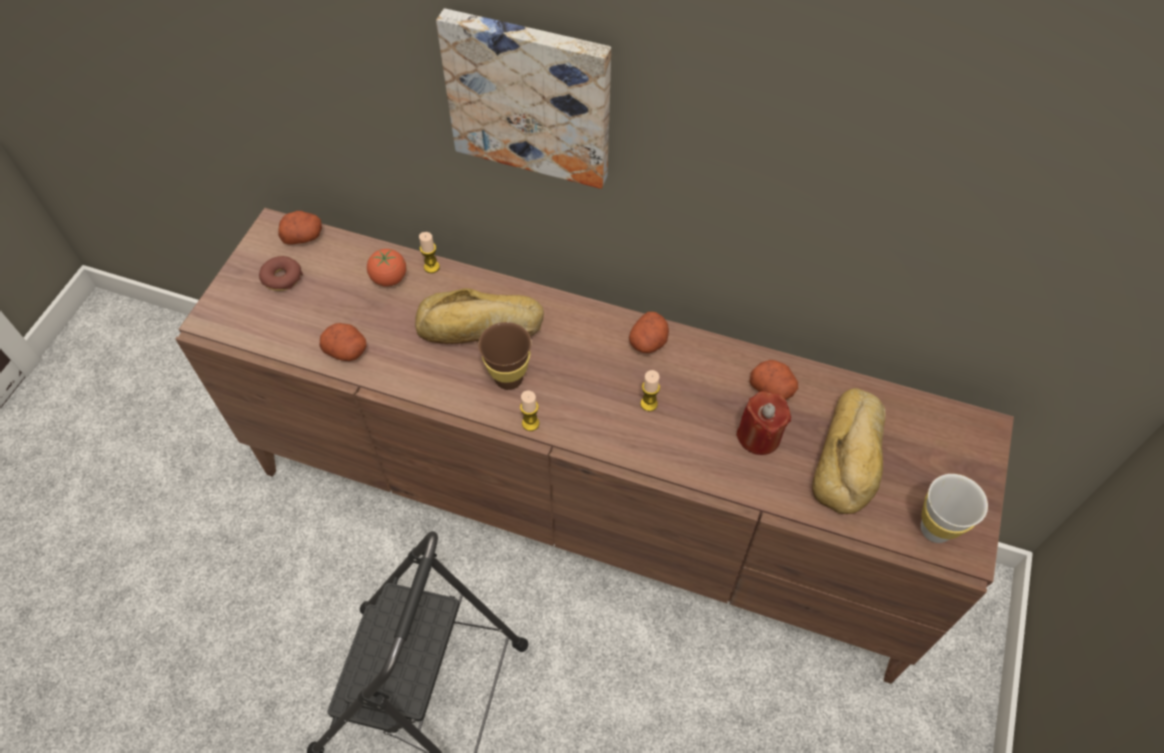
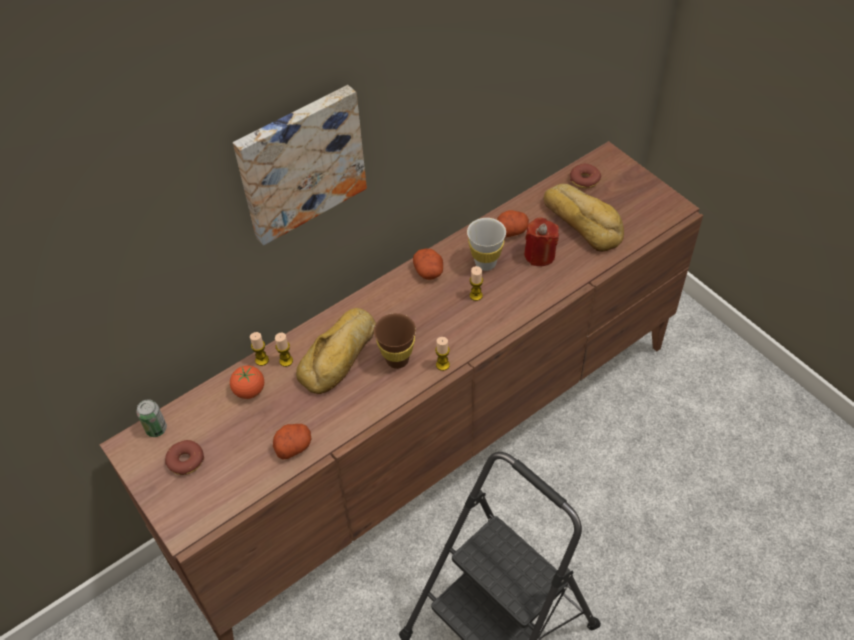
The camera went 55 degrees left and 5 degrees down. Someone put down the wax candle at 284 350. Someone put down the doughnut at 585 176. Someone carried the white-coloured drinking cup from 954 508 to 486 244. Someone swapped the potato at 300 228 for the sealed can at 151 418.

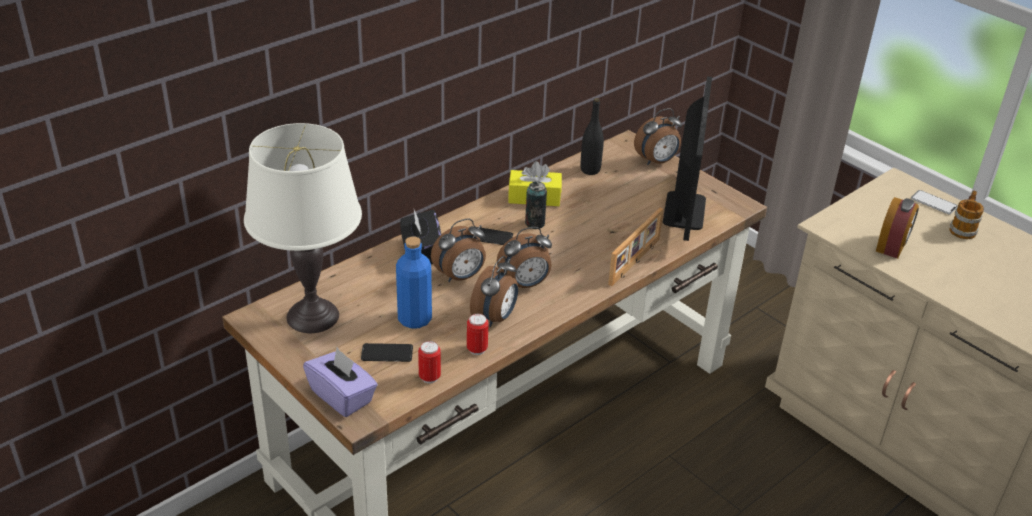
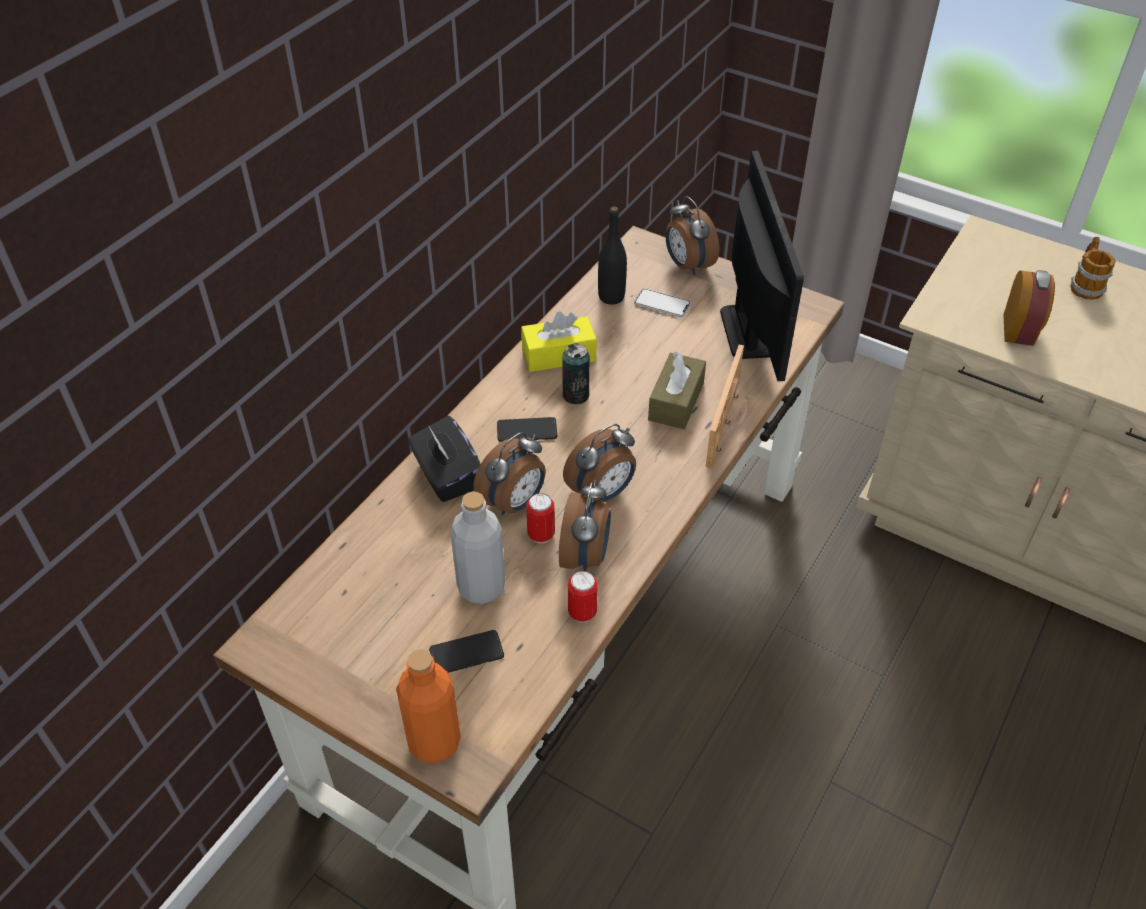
The camera went 15 degrees left and 10 degrees up. Someone took away the white-coloured lamp for a table at 303 228. Someone put down the brown box of tissues at 677 390. Someone carried the sealed can from 429 362 to 540 518. Someone carried the phone from 934 202 to 662 303. Someone swapped the purple box of tissues at 340 382 for the orangey drink bottle at 428 706. Someone repainted the bluish drink bottle at 414 283, which became the greyish drink bottle at 477 547. Someone rotated the alarm clock at 658 136 by 105 degrees clockwise.

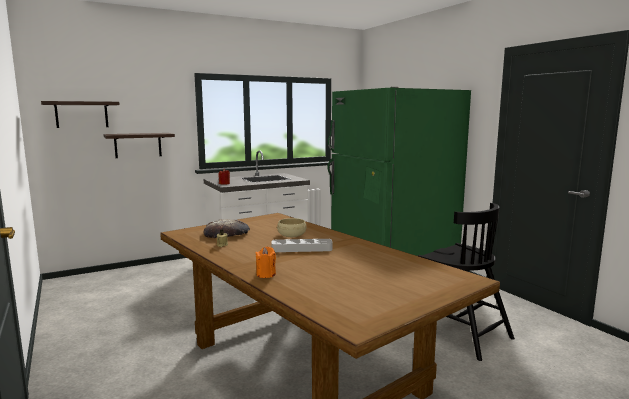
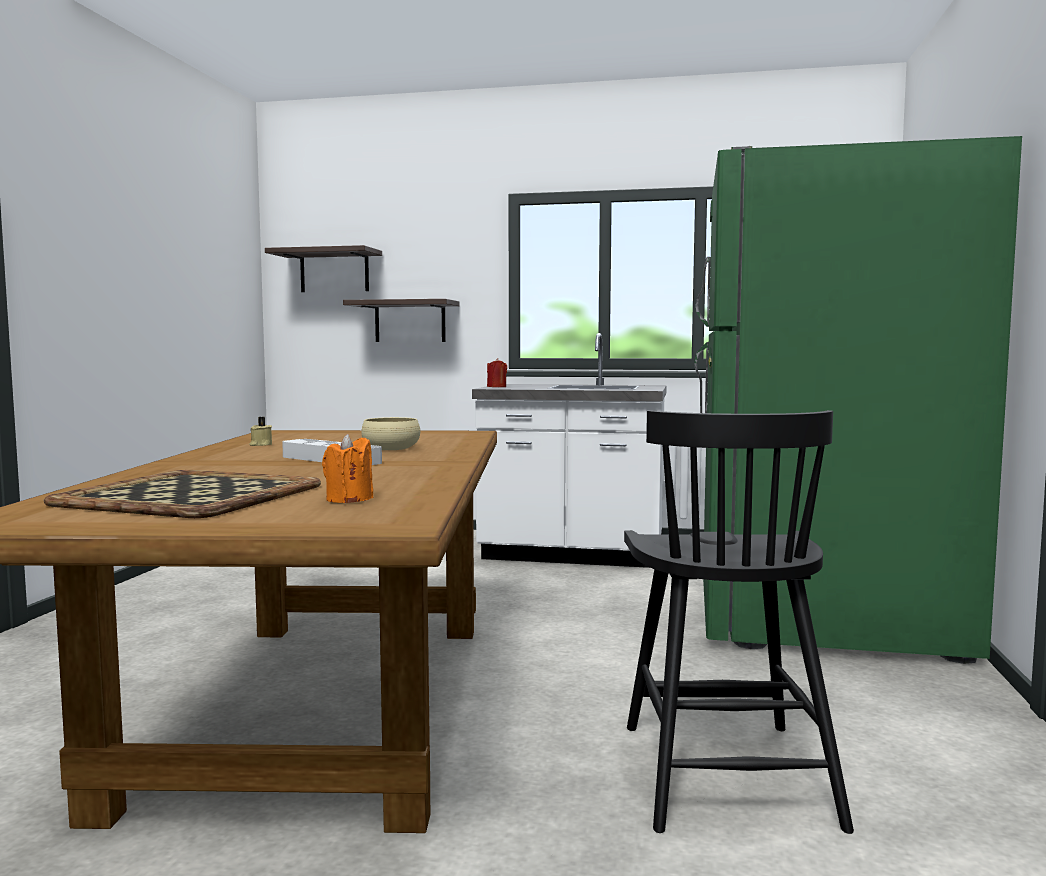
The camera went 40 degrees right and 5 degrees down. Someone took away the baked bread at 227 228. Someone put down the carrying tray at 182 494. Someone carried the orangey wax candle from 265 262 to 347 468.

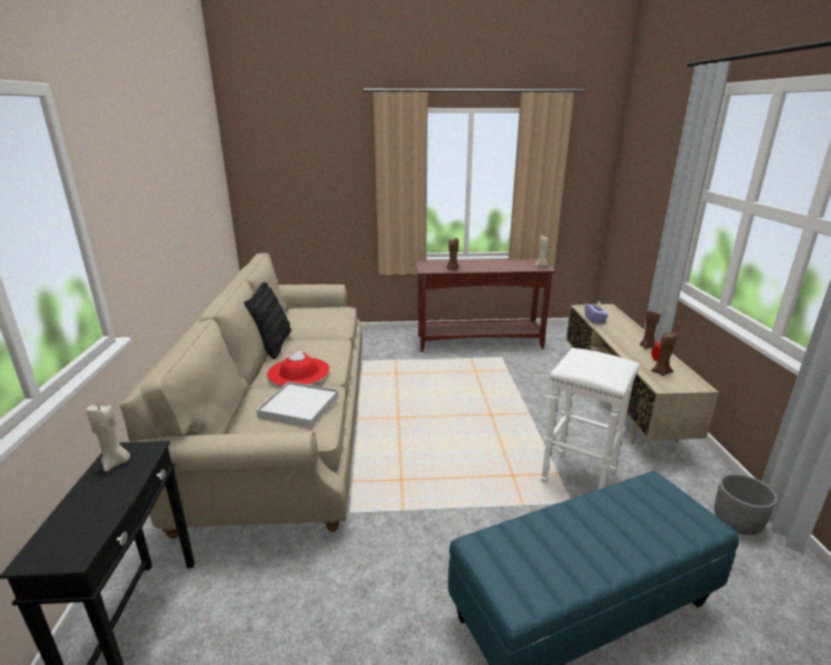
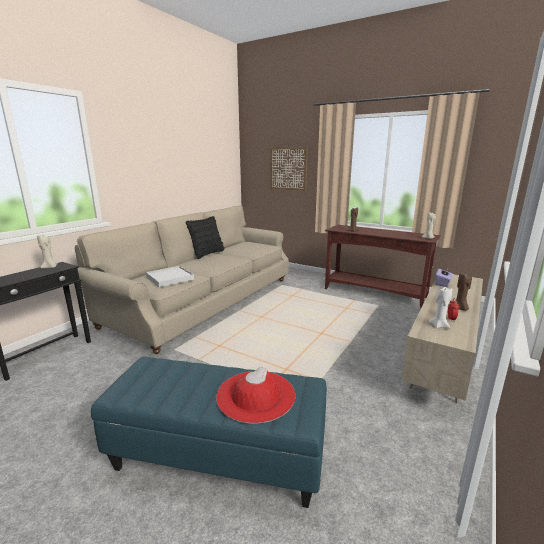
The camera went 35 degrees right and 5 degrees down. Someone took away the white-coloured sitting stool at 590 418. Someone took away the greyish flower pot at 745 504. Someone put up the wall art at 289 168. Someone carried the red clothing hat from 298 368 to 255 395. Someone repainted the brown wax candle at 664 354, which became the white-coloured wax candle at 440 307.

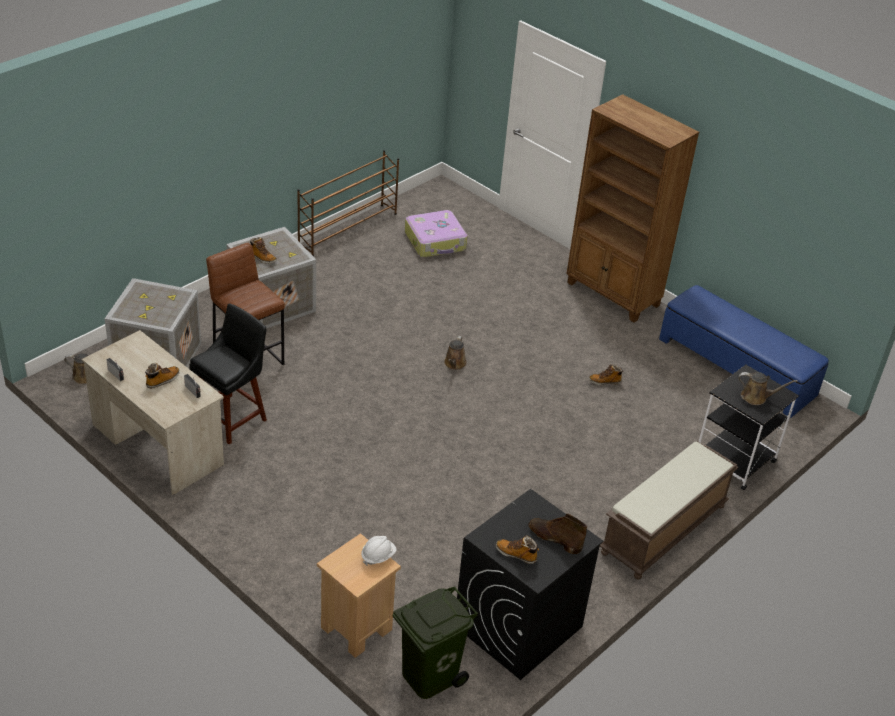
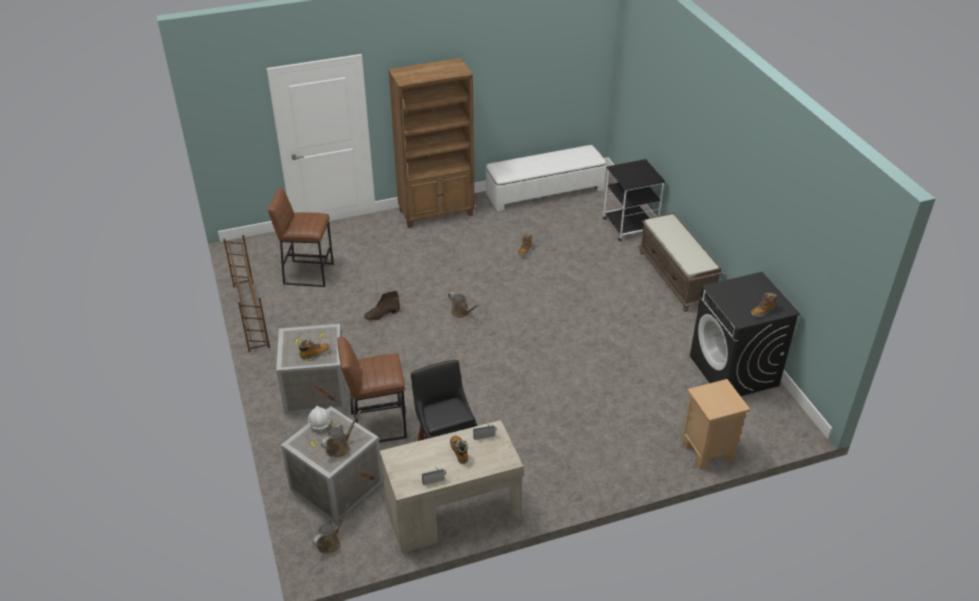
The camera went 60 degrees left and 0 degrees up. Someone took away the green rubbish bin at 435 642. Someone carried the white-coloured work helmet from 379 550 to 319 419. Someone carried the brown high-top boot from 558 533 to 382 305. Someone carried the brown watering can from 768 388 to 341 434. Someone swapped the travel case at 436 233 for the brown sitting stool at 301 237. Someone repainted the bluish bench at 744 351, which became the white-coloured bench at 546 178.

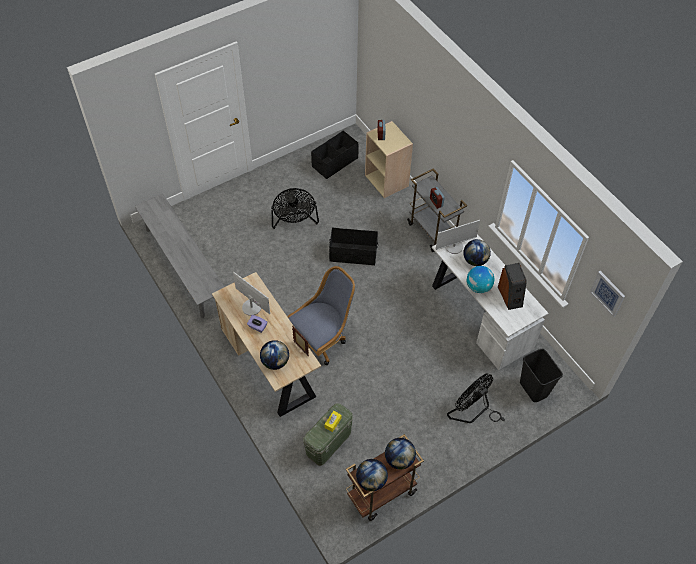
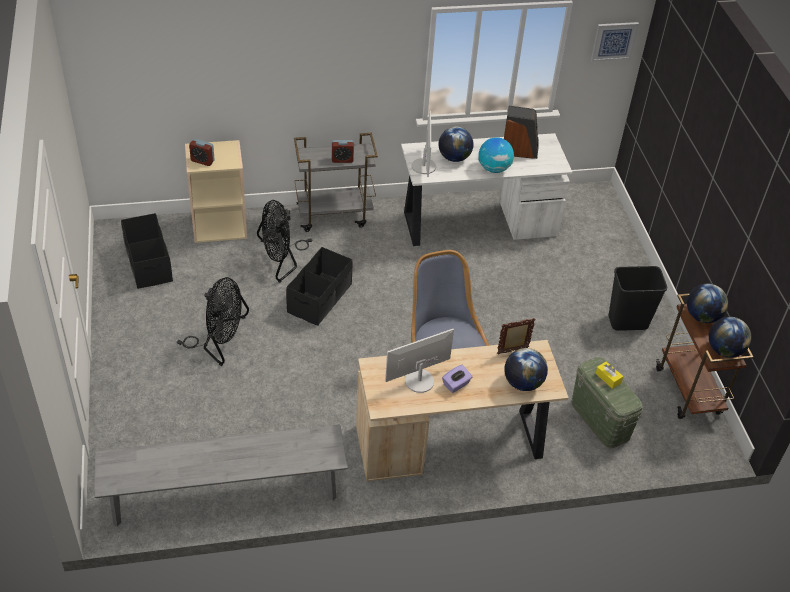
The camera went 70 degrees left and 10 degrees down. Someone carried the blackish cooling fan from 476 398 to 284 241. Someone carried the blackish rubbish bin from 541 375 to 637 298.

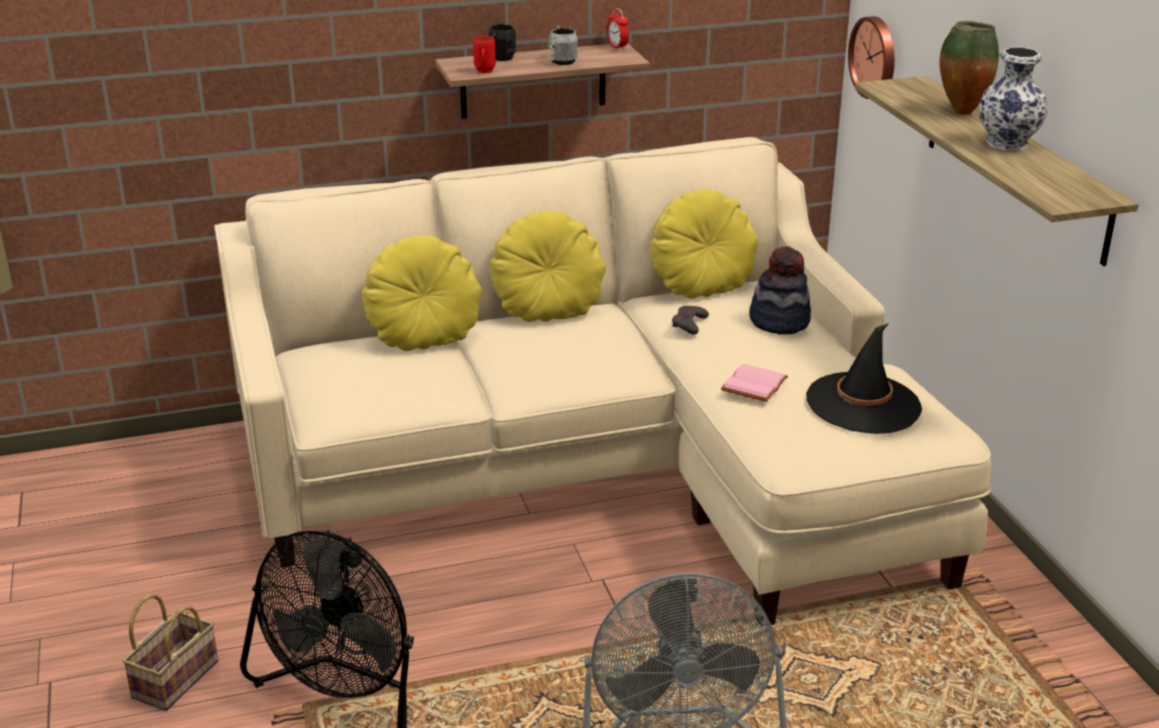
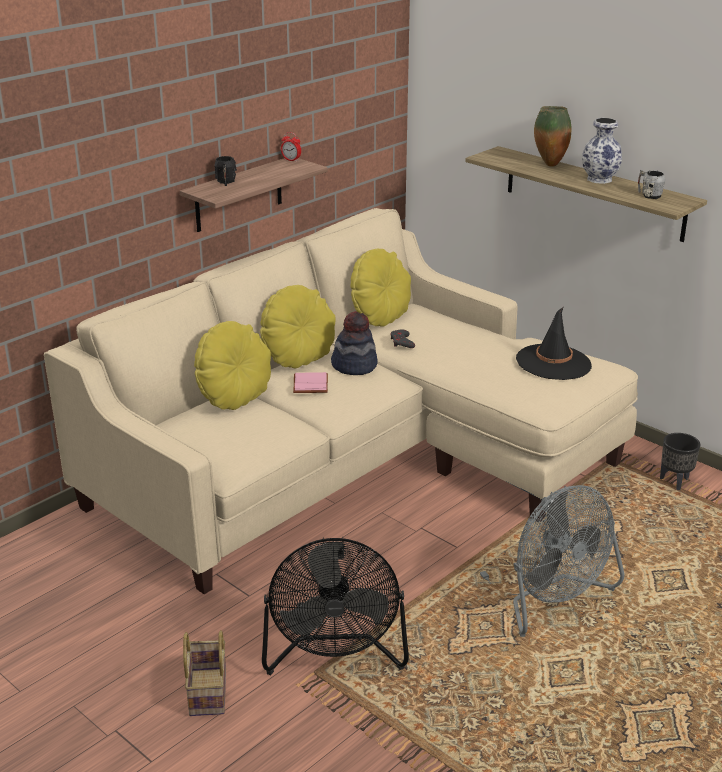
The camera went 30 degrees left and 0 degrees up. Someone took away the red coffee mug at 484 54. Someone took away the wall clock at 871 57. Someone put down the blackish flower pot at 680 461. Someone carried the greyish coffee mug from 563 45 to 651 184. Someone carried the pink-coloured book from 754 383 to 310 382. Someone carried the clothing hat from 780 290 to 354 343.

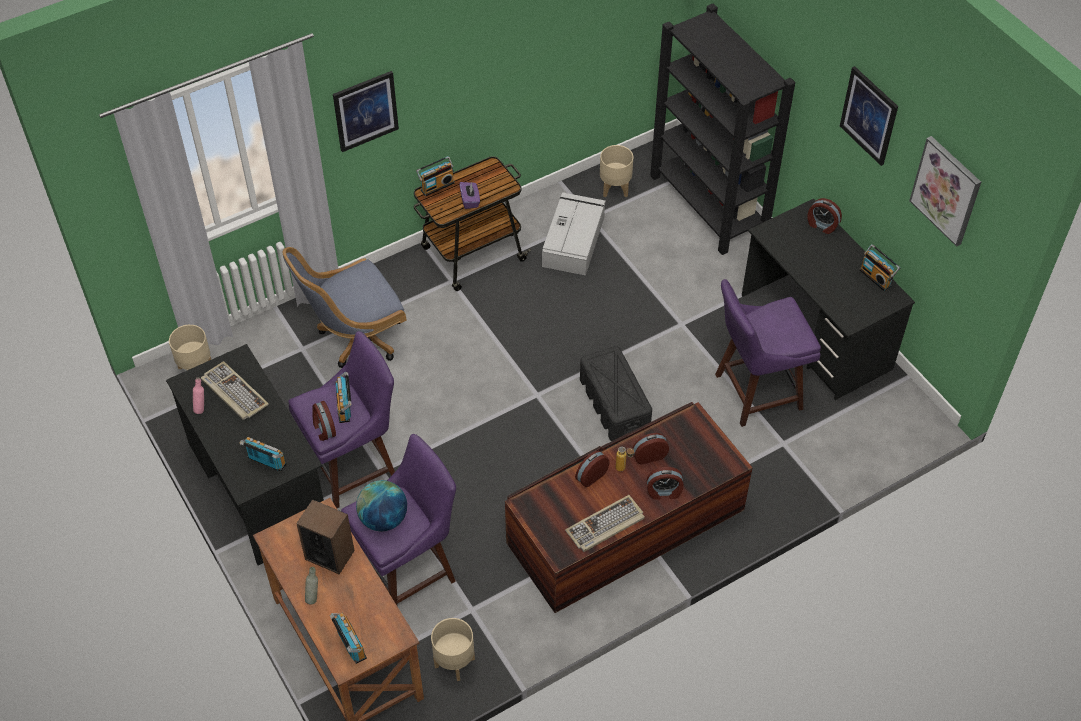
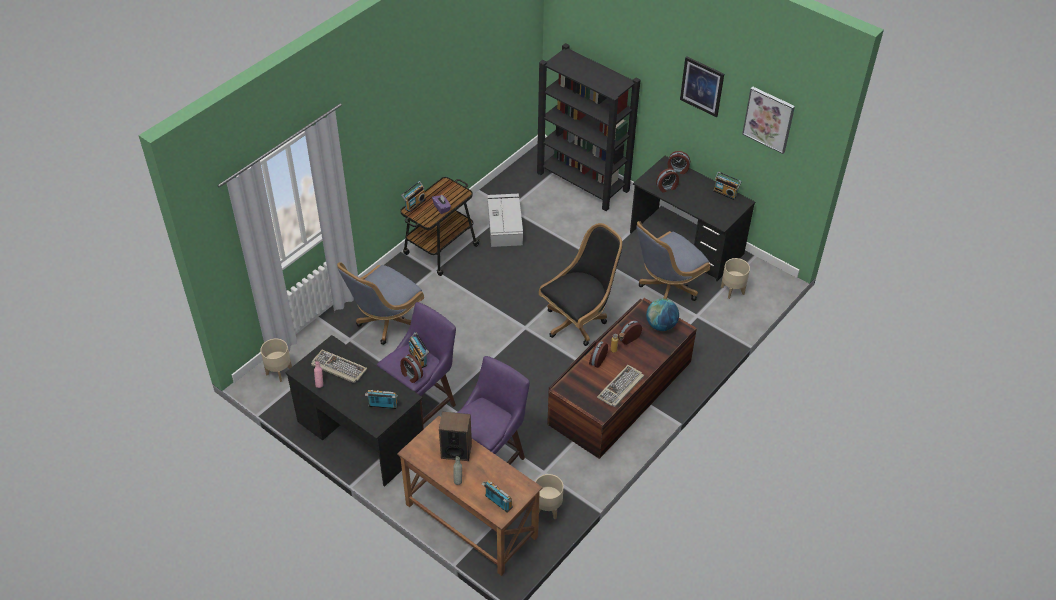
The camera went 20 degrees left and 5 degrees down. Someone took away the wall art at 366 111. Someone carried the world globe from 381 505 to 662 314. Someone carried the beige-coloured flower pot from 616 171 to 735 278. Someone carried the alarm clock from 665 483 to 667 180. Someone swapped the blackish storage box at 616 393 for the blackish computer chair at 580 284. Someone swapped the purple sitting stool at 768 353 for the bluish computer chair at 673 261.

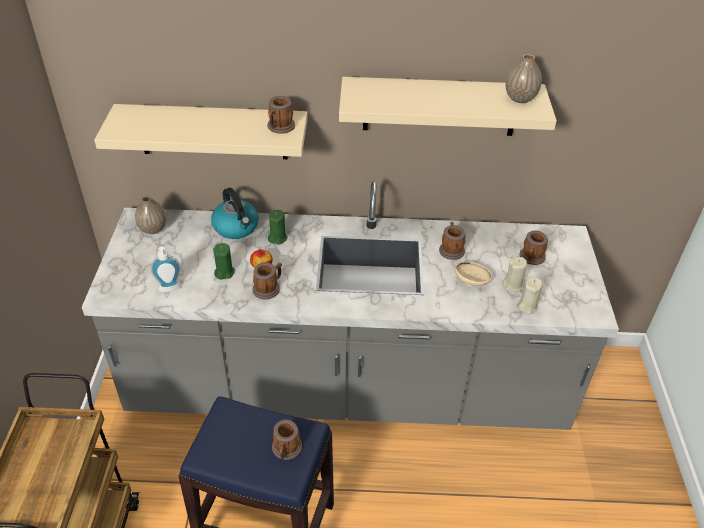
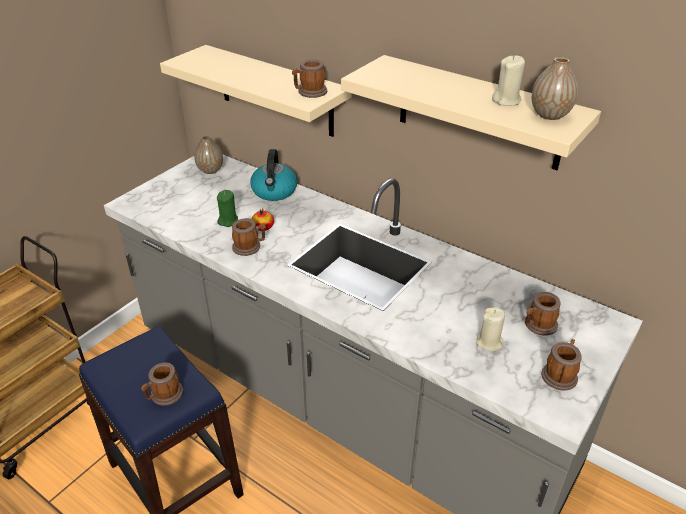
The camera went 35 degrees right and 5 degrees down. Someone took away the liquid soap bottle at 166 269. Someone took away the green wax candle at 278 227. Someone took away the beige-coloured serving bowl at 473 273. Someone carried the coffee mug from 452 241 to 561 365. Someone carried the beige-coloured wax candle from 530 295 to 508 80.

